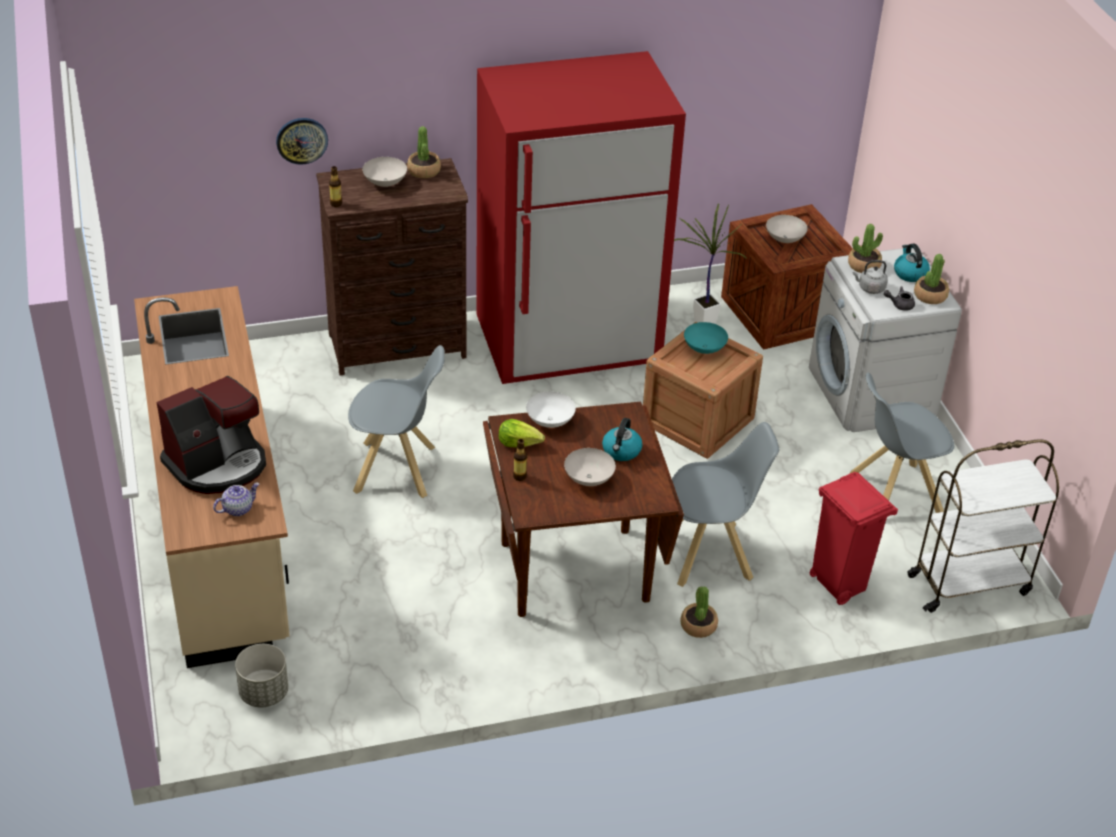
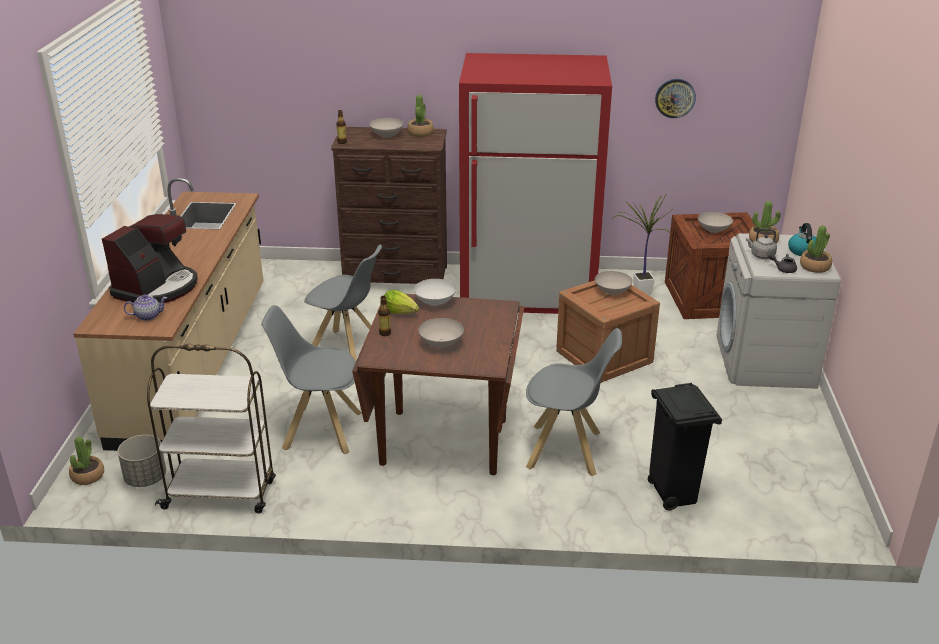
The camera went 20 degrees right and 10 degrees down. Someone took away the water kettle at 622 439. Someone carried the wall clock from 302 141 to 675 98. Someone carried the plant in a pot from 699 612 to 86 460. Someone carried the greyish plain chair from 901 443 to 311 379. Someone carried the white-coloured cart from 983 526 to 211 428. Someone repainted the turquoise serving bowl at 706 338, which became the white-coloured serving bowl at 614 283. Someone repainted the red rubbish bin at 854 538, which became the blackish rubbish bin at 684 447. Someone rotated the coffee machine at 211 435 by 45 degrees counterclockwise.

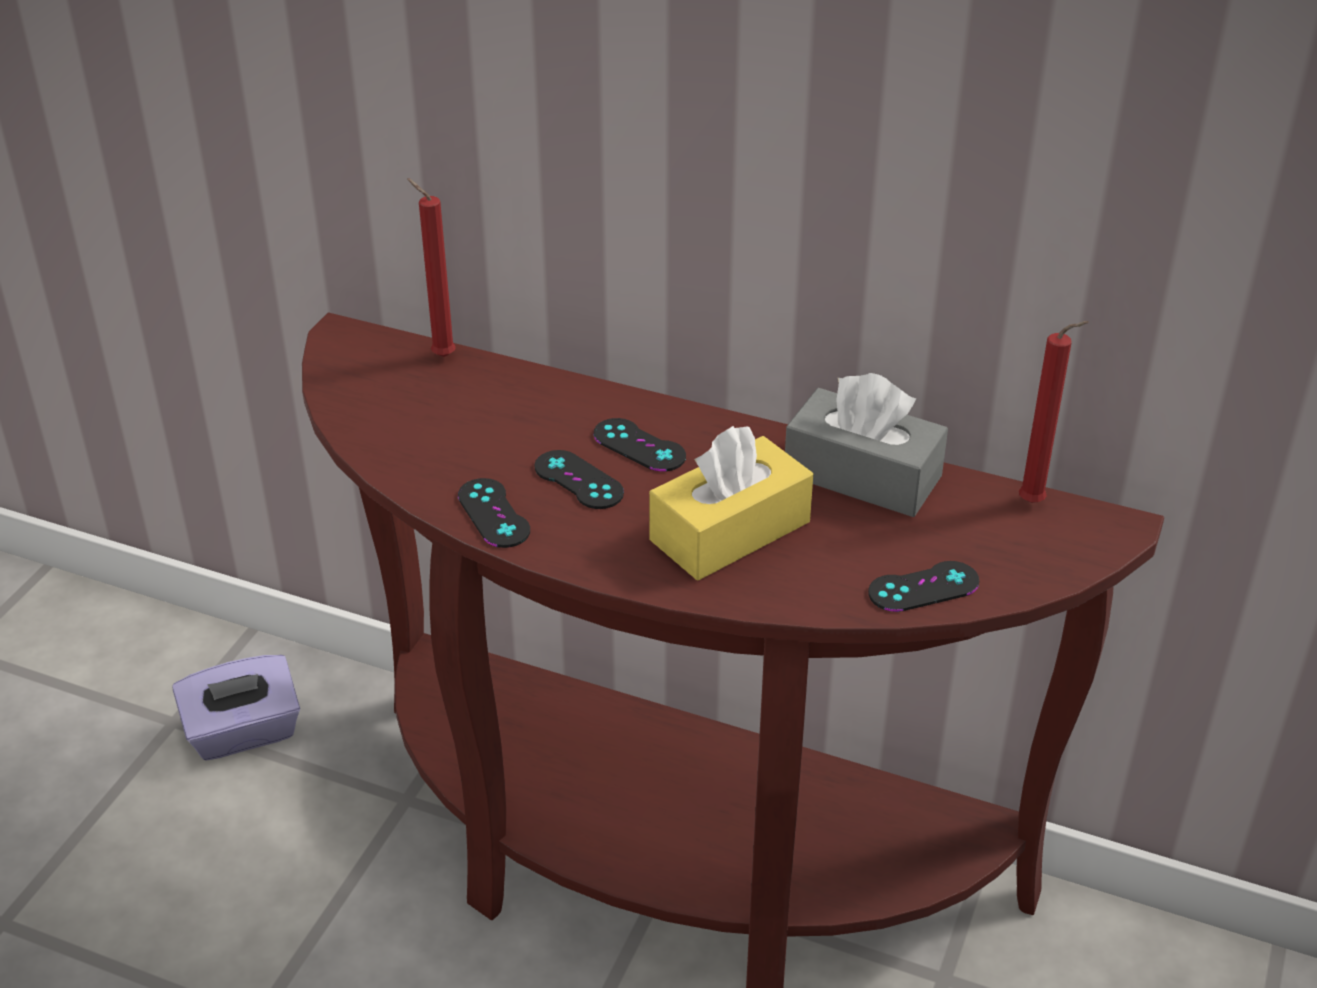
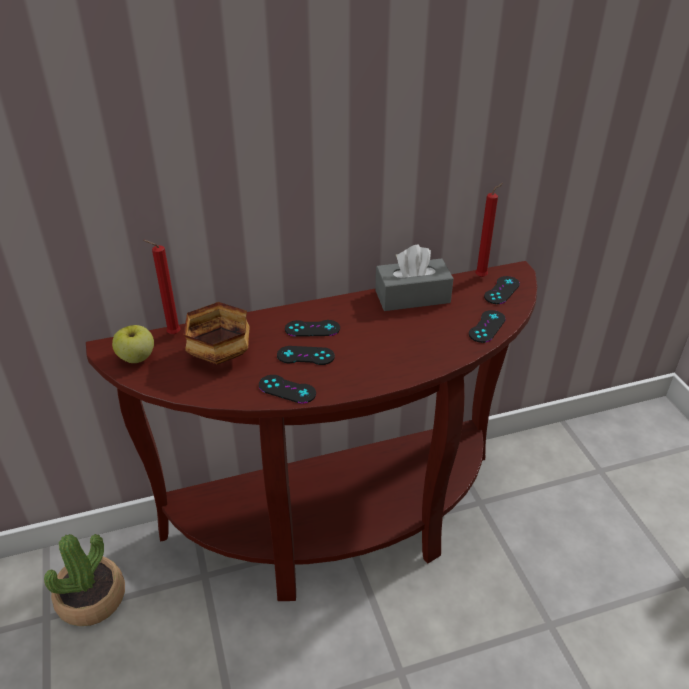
The camera went 40 degrees left and 0 degrees up. Someone took away the yellow-coloured box of tissues at 731 503. Someone put down the apple fruit at 133 344. Someone put down the serving bowl at 216 333. Someone put down the blackish game controller at 502 290. Someone swapped the purple box of tissues at 236 708 for the plant in a pot at 84 580.

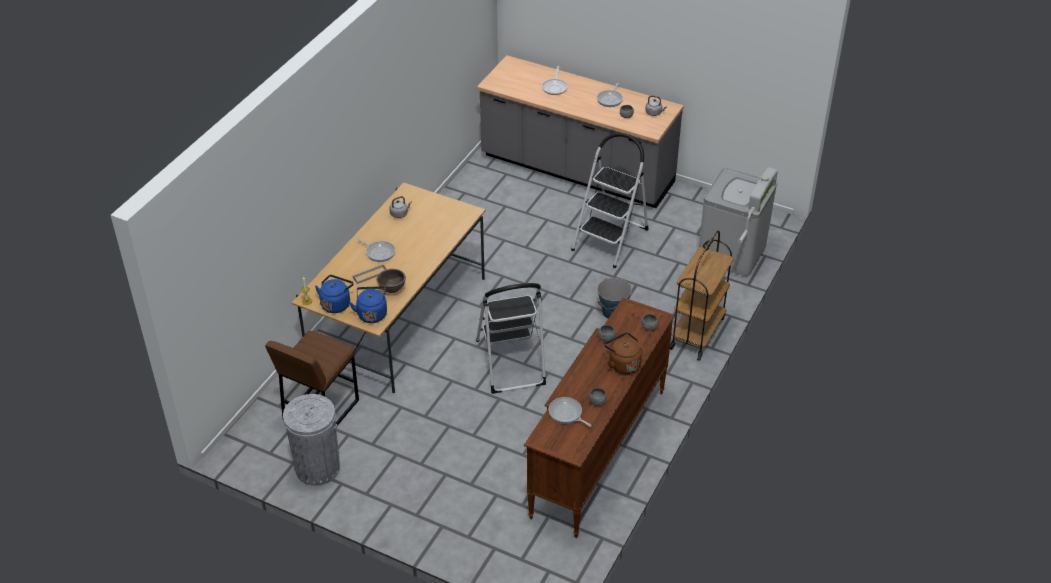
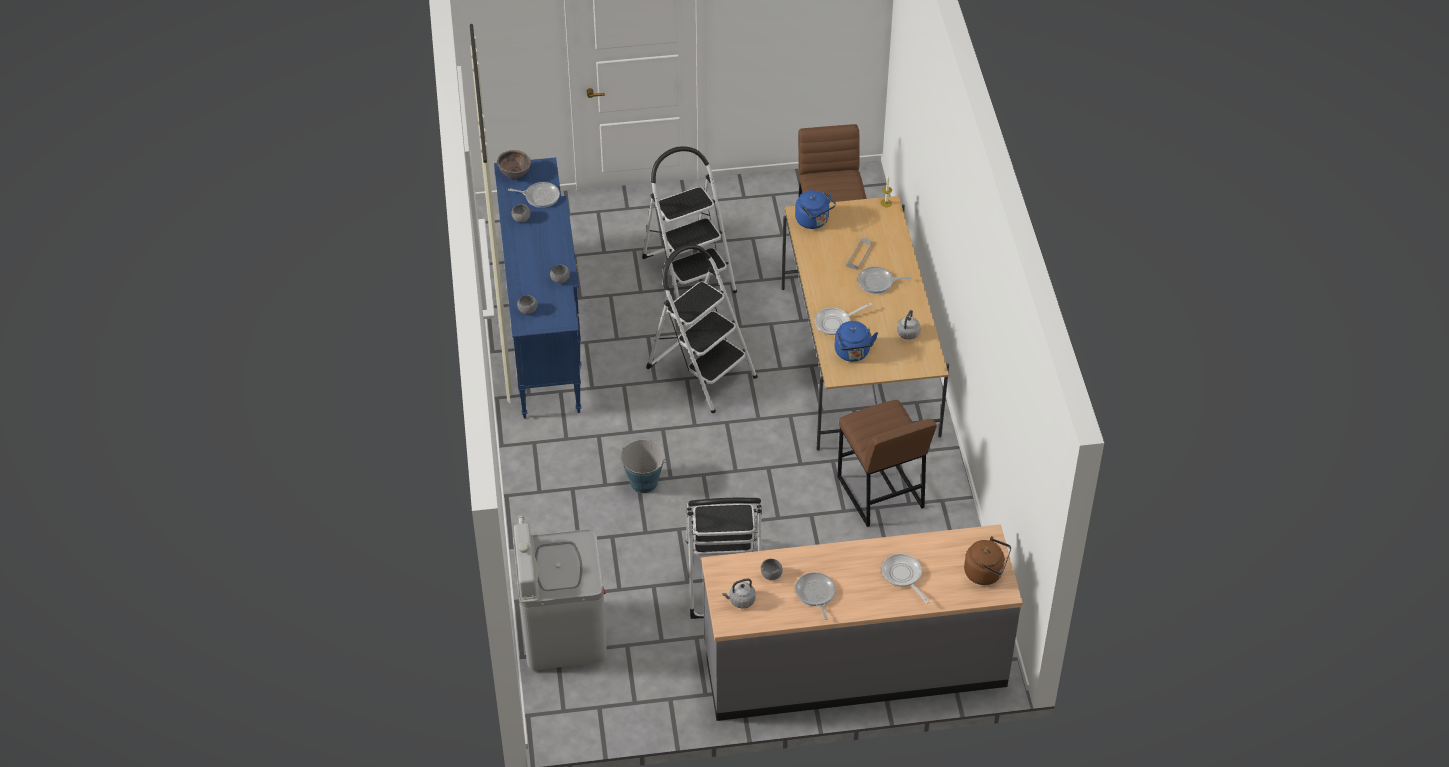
The camera went 145 degrees right and 5 degrees up. Someone took away the greyish rubbish bin at 311 440. Someone took away the brown cart at 702 296. Someone put down the step stool at 689 222. Someone put down the pan at 843 319. Someone put down the brown plain chair at 887 463. Someone carried the bluish water kettle from 334 294 to 856 341. Someone carried the brown serving bowl from 391 281 to 514 164. Someone carried the brown water kettle from 623 353 to 987 560. Someone repainted the brown cabinet at 599 417, which became the bluish cabinet at 537 288.

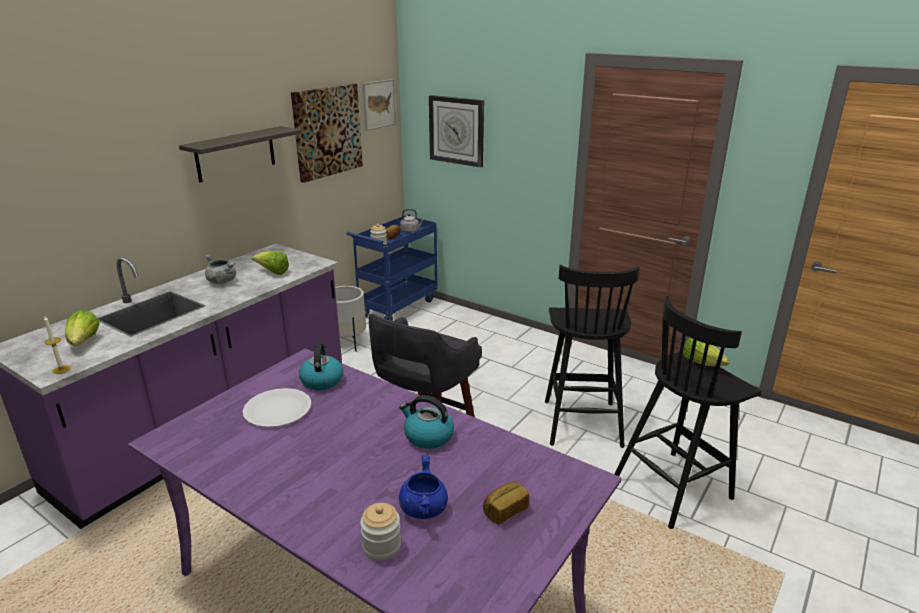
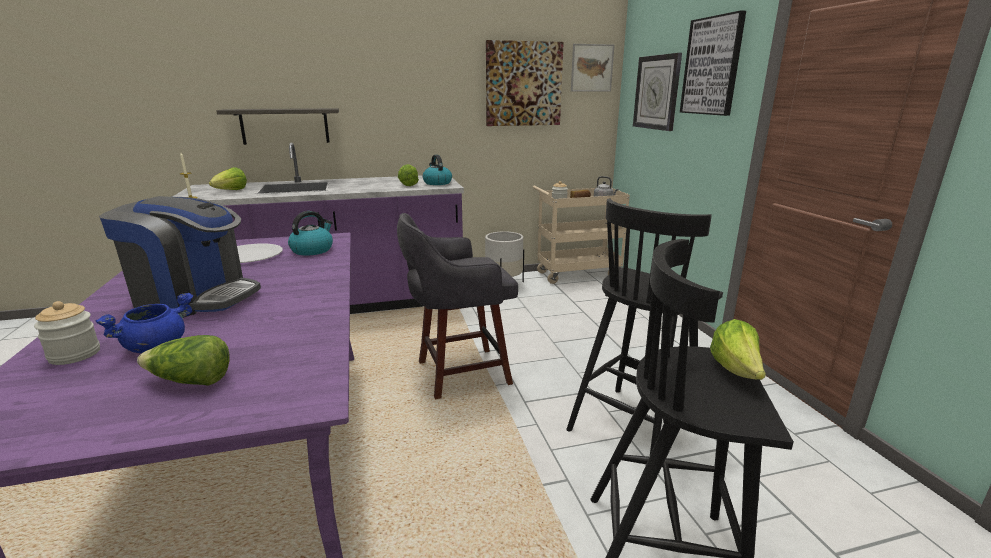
The camera went 40 degrees right and 5 degrees down. Someone took away the greyish cooking pot at 220 269. Someone put down the coffee machine at 180 257. Someone put up the wall art at 713 63. Someone carried the wall shelf from 240 154 to 277 126. Someone carried the water kettle from 427 422 to 437 170. Someone swapped the baked bread at 506 503 for the lettuce at 183 360. Someone repainted the bluish cart at 391 268, which became the beige-coloured cart at 581 234.

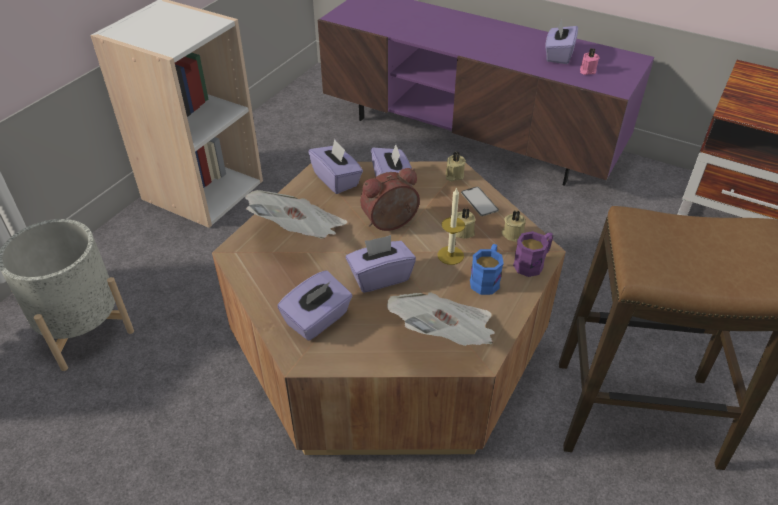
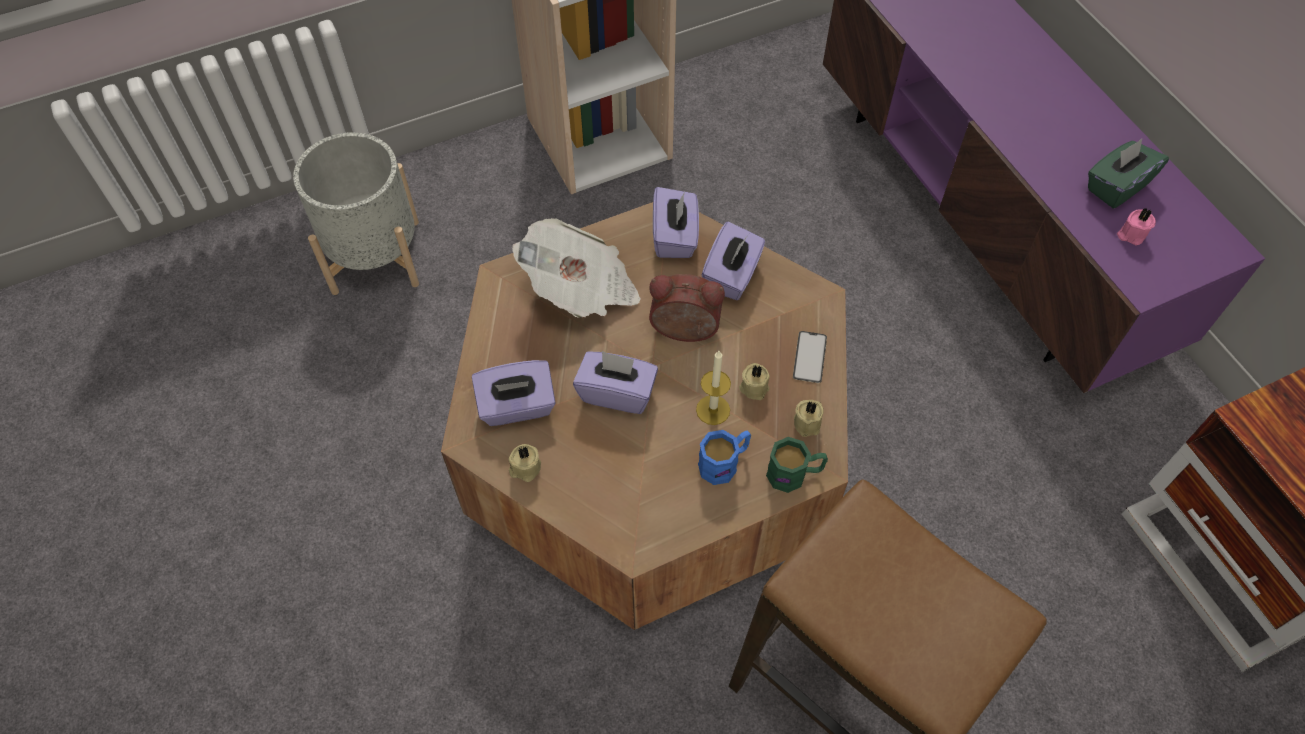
The camera went 35 degrees right and 15 degrees up. Someone took away the printed paper at 441 319. Someone carried the beige-coloured wax candle from 456 167 to 524 463. Someone repainted the purple coffee mug at 533 254, which became the green coffee mug at 797 465. Someone repainted the purple box of tissues at 561 41, which became the green box of tissues at 1128 173.

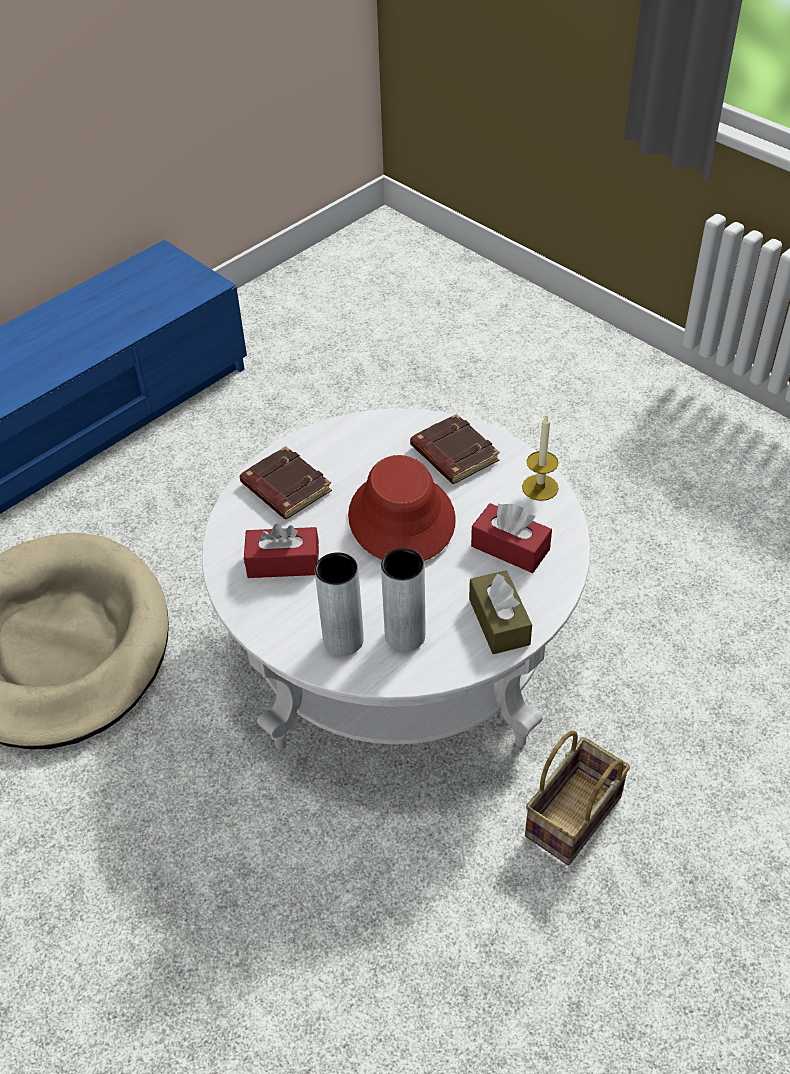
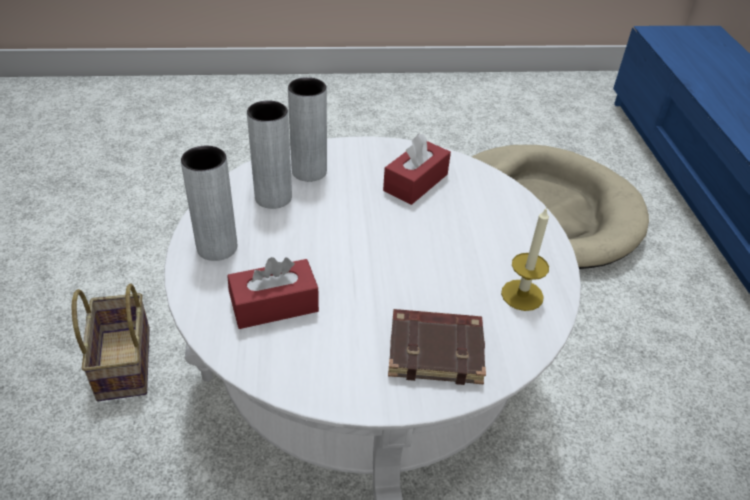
The camera went 125 degrees right and 5 degrees down. Someone took away the brown book at 286 482. Someone took away the red clothing hat at 402 508. Someone carried the wax candle from 540 458 to 525 259. Someone swapped the brown box of tissues at 500 612 for the greyish vase at 209 203.

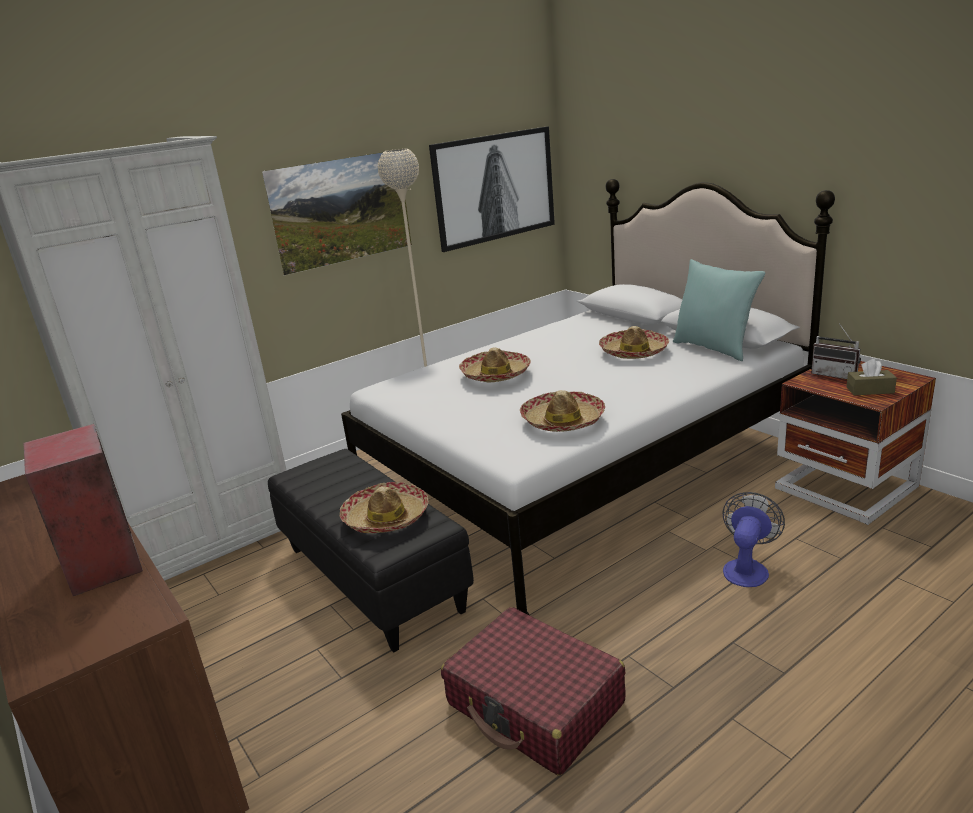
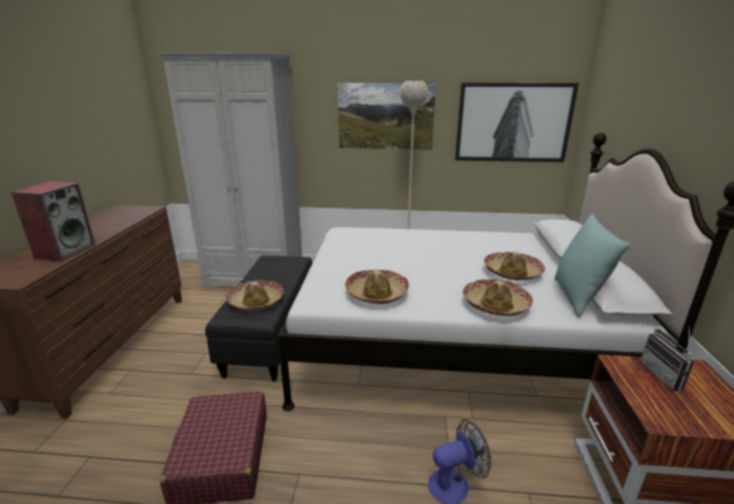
The camera went 40 degrees right and 0 degrees up. Someone took away the brown box of tissues at 872 377. Someone carried the clothing hat from 495 365 to 498 297.

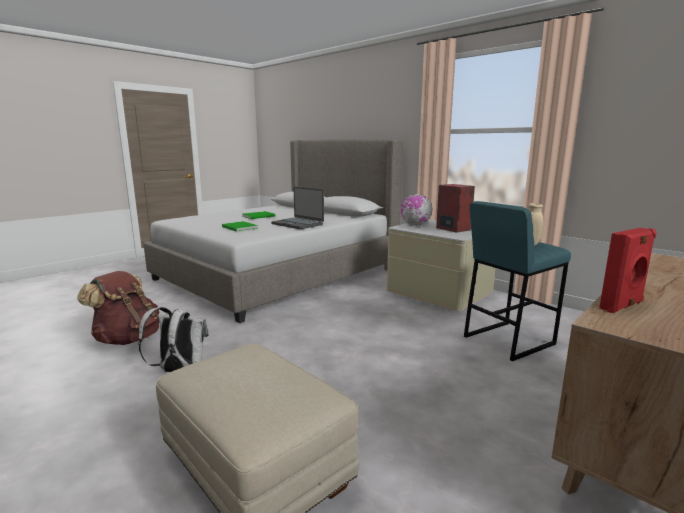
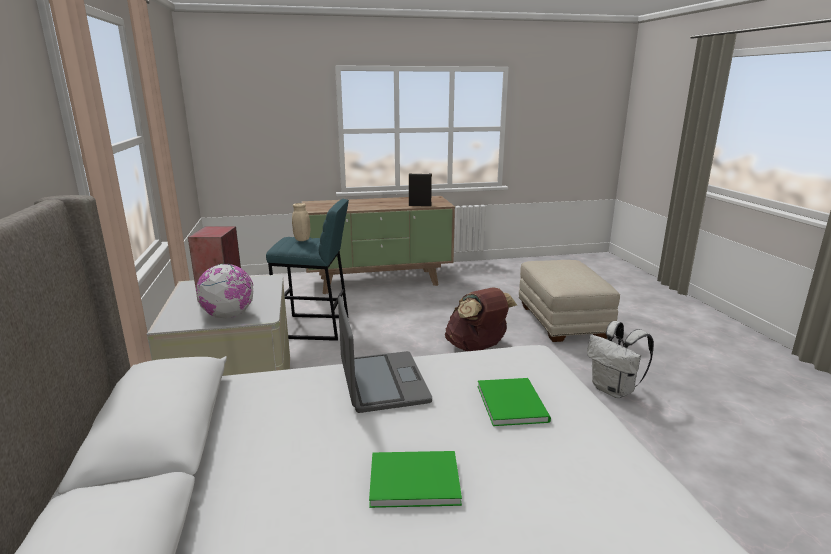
The camera went 145 degrees left and 5 degrees up. Someone carried the brown knapsack from 119 308 to 481 319. Someone repainted the red audio speaker at 627 270, which became the blackish audio speaker at 420 189.

